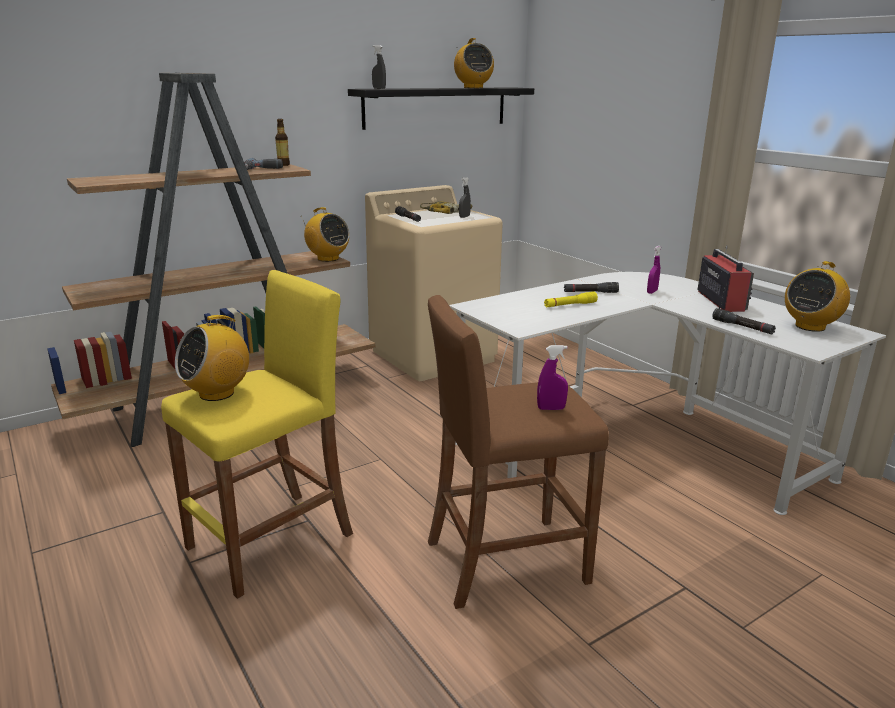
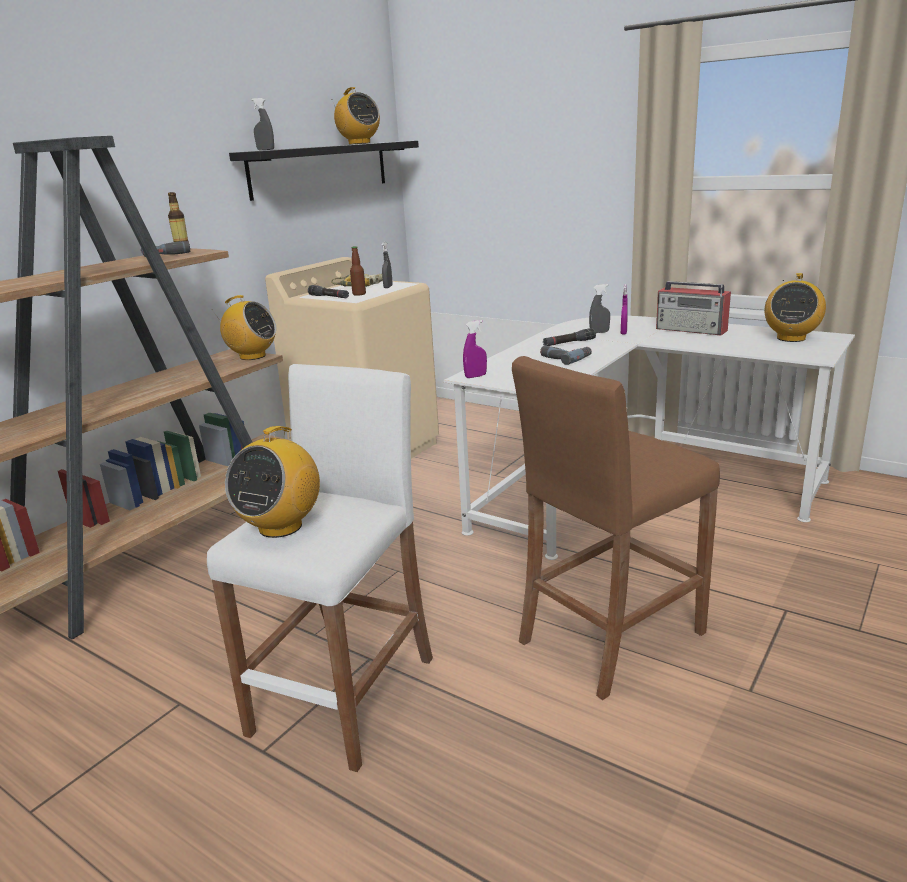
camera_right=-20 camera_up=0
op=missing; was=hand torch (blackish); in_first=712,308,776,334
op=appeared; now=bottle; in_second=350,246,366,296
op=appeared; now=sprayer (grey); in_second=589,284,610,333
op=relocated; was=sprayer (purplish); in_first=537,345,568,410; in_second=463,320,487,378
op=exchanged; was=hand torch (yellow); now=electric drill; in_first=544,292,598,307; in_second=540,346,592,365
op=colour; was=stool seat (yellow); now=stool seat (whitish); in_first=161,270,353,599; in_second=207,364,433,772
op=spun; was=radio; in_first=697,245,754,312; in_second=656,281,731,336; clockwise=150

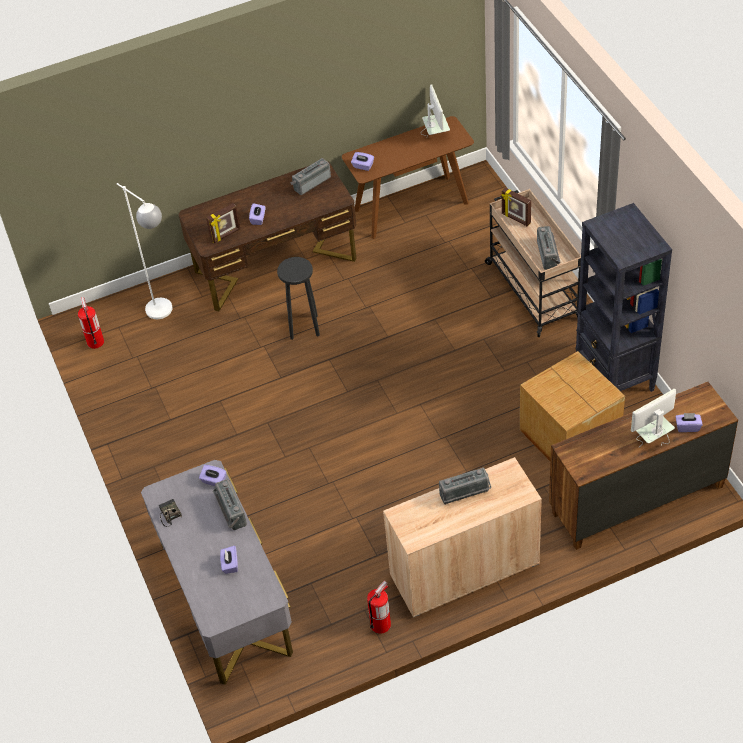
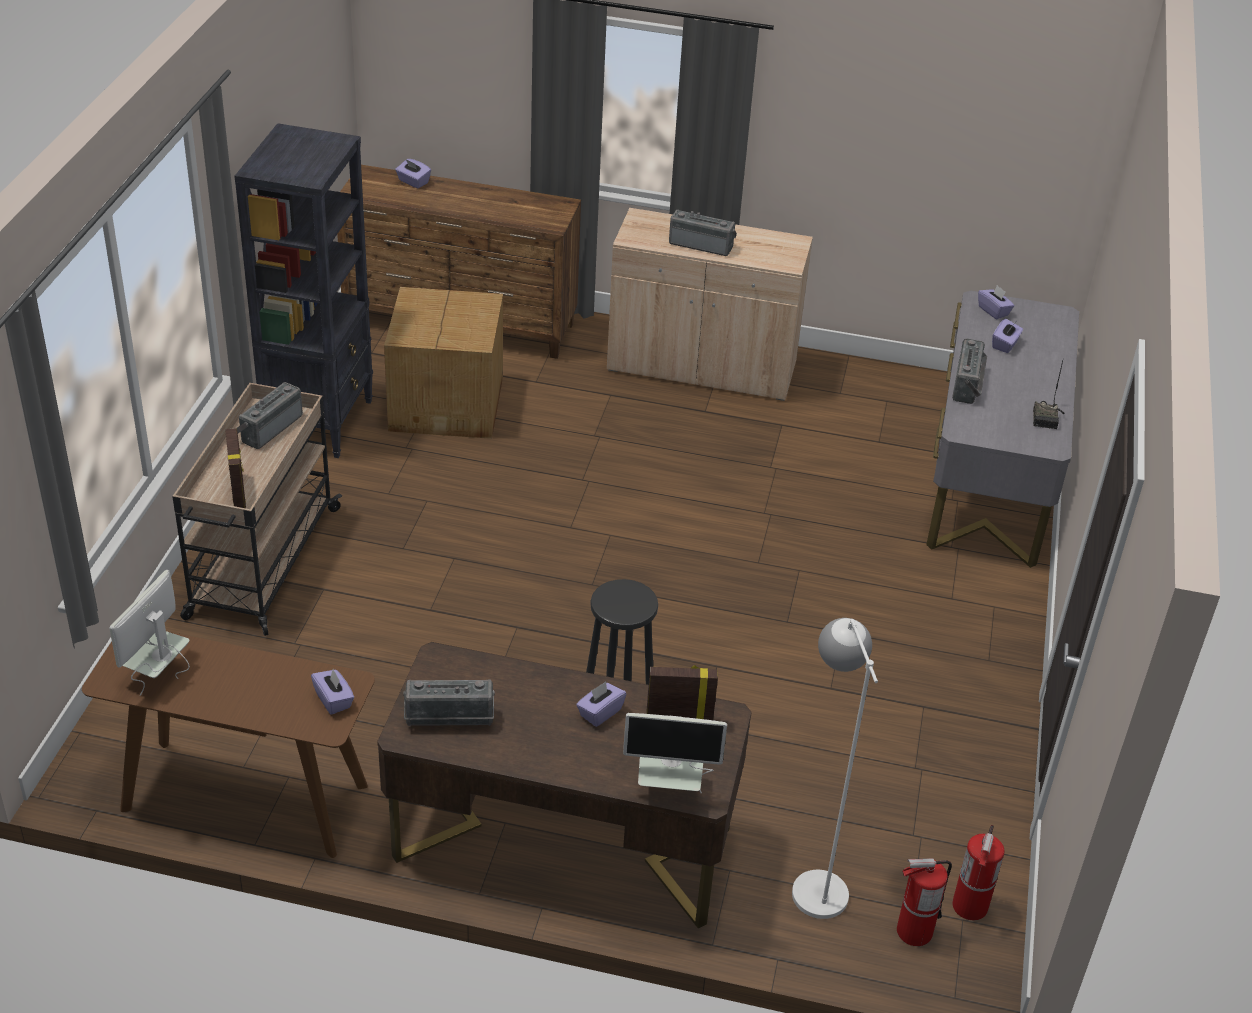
camera_right=-150 camera_up=-10
op=relocated; was=tissue holder (purplish); in_first=199,465,227,486; in_second=978,285,1015,319
op=relocated; was=fire extinguisher; in_first=367,581,391,634; in_second=897,858,952,946
op=relocated; was=computer screen; in_first=631,389,676,447; in_second=623,713,727,793

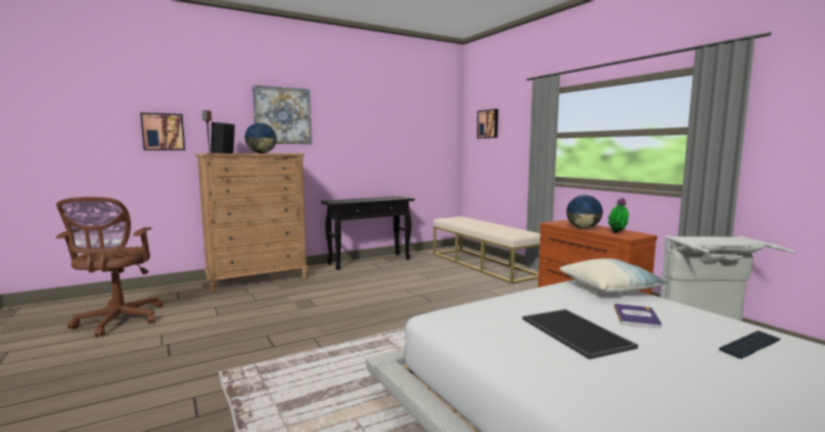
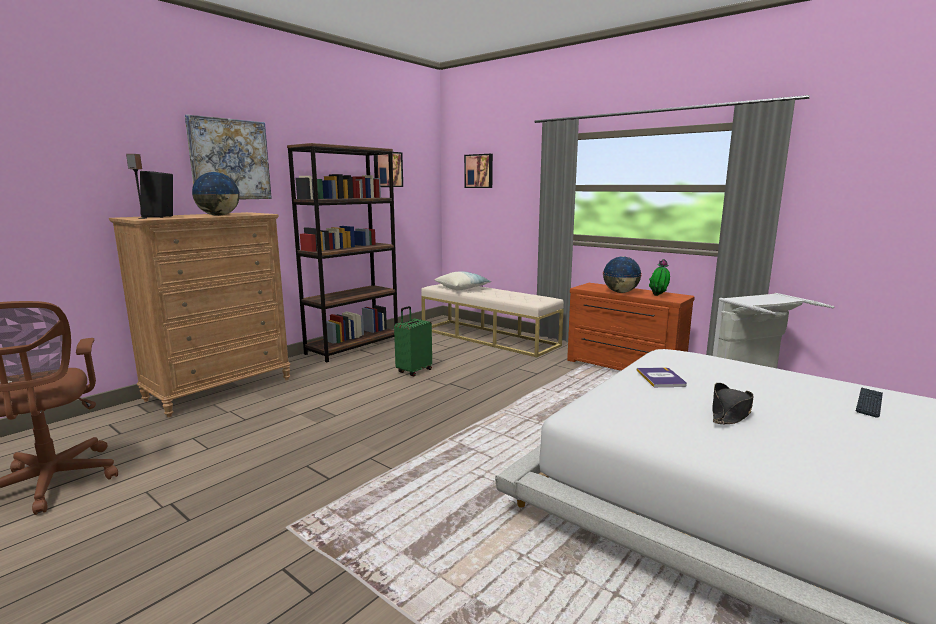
camera_right=-20 camera_up=5
op=appeared; now=piece of luggage (green); in_second=394,306,432,376
op=relocated; was=picture; in_first=140,113,185,150; in_second=374,152,403,187
op=relocated; was=throw pillow; in_first=559,258,669,294; in_second=435,271,491,290
op=relocated; was=book; in_first=614,304,662,328; in_second=637,367,687,387
op=exchanged; was=hall table (blackish); now=shelving unit (brown); in_first=321,196,414,270; in_second=287,143,398,362
op=exchanged; was=serving tray; now=clothing hat (blackish); in_first=522,309,638,359; in_second=712,383,753,424

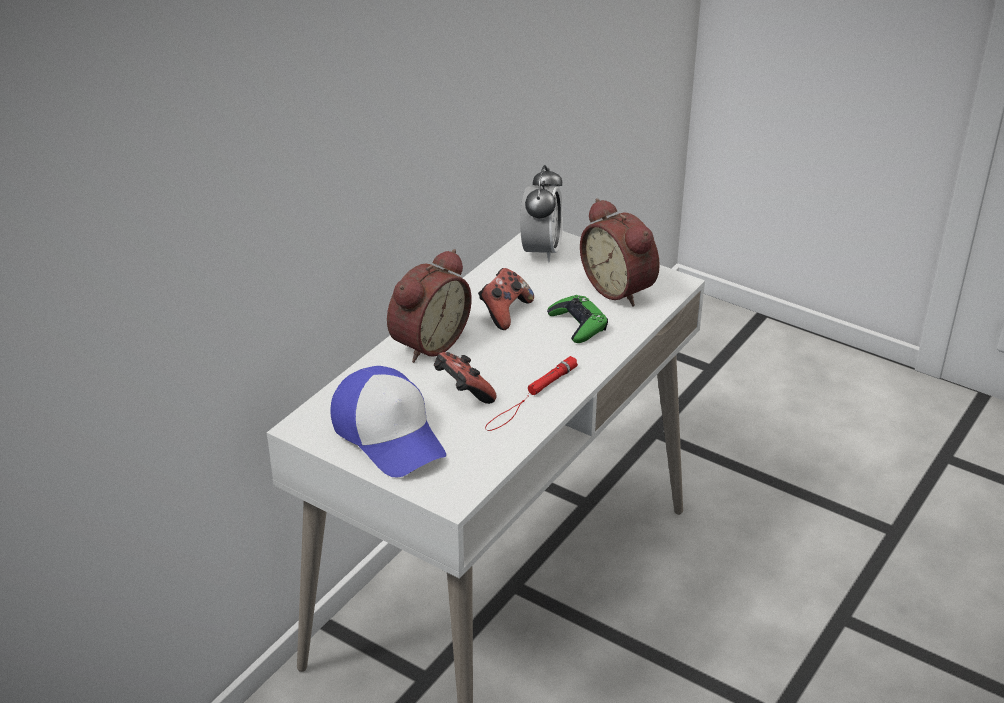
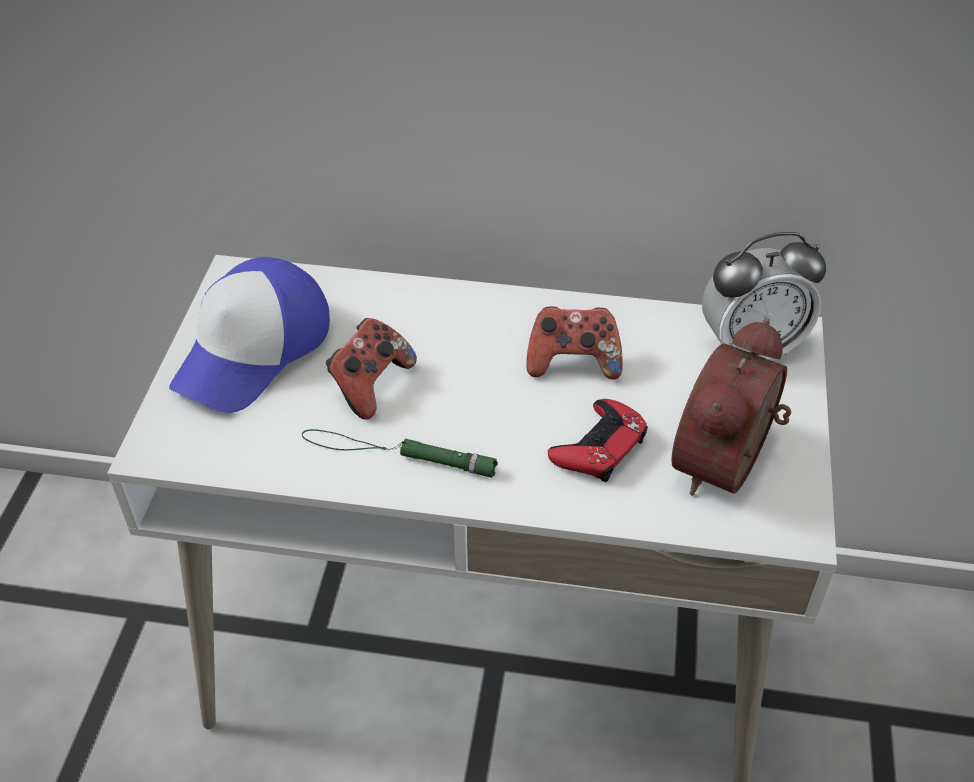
camera_right=65 camera_up=10
op=missing; was=alarm clock; in_first=387,249,472,363
op=colour; was=hand torch (red-coloured); now=hand torch (green); in_first=485,356,578,431; in_second=302,429,498,478
op=colour; was=gamepad (green); now=gamepad (red-coloured); in_first=547,295,608,343; in_second=548,399,648,482

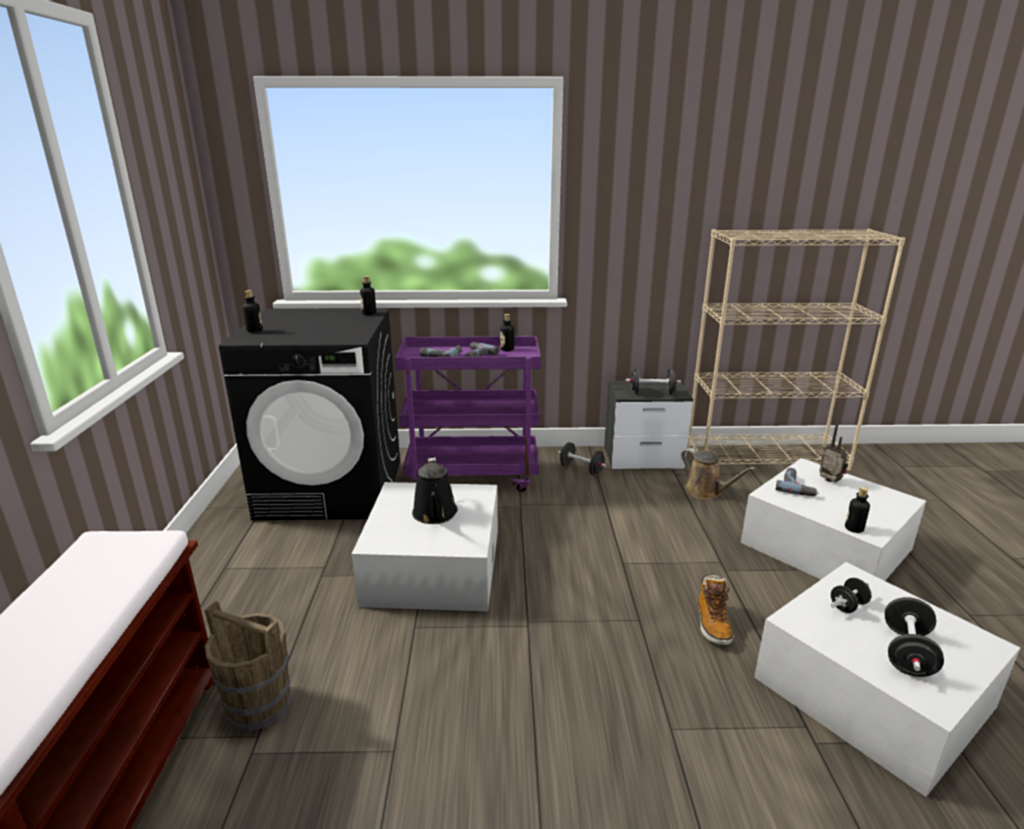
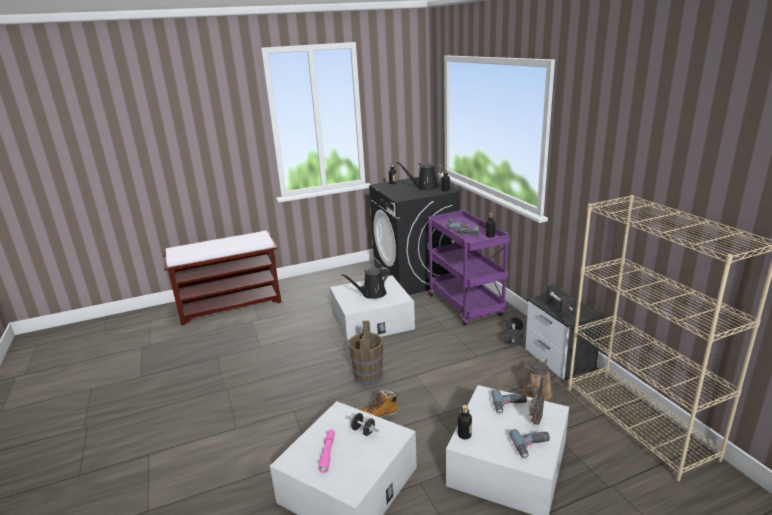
camera_right=70 camera_up=0
op=appeared; now=watering can (blackish); in_second=396,161,443,190
op=appeared; now=electric drill; in_second=509,429,550,459
op=relocated; was=bucket (brown); in_first=204,601,291,731; in_second=348,321,383,385
op=exchanged; was=dumbbell (blackish); now=hand torch (pink); in_first=885,597,944,677; in_second=318,429,335,473

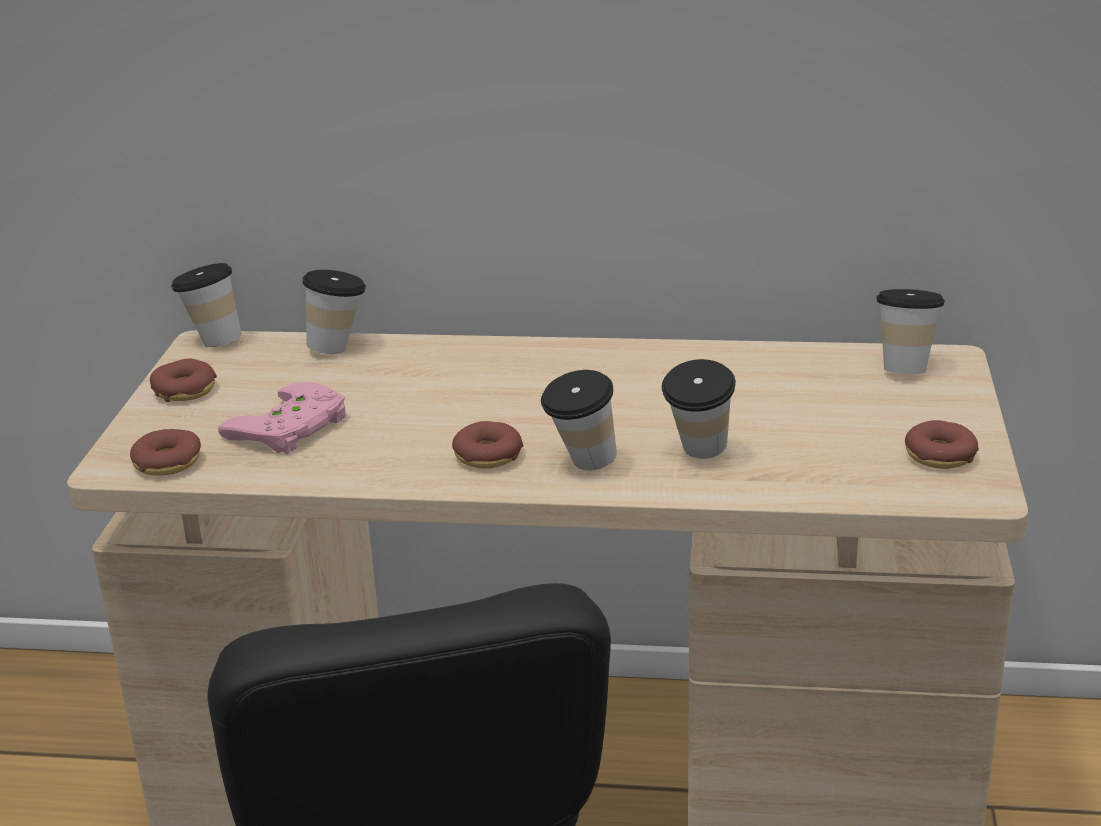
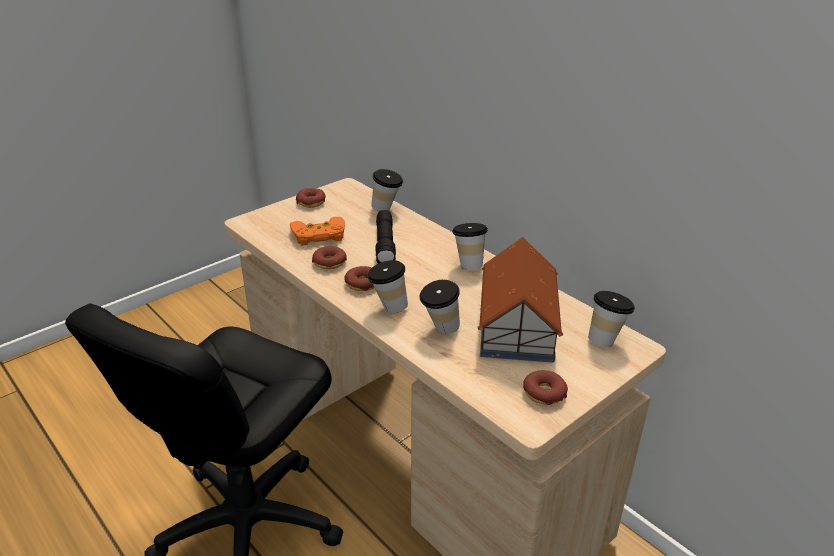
camera_right=40 camera_up=5
op=appeared; now=hand torch (blackish); in_second=376,210,396,263
op=appeared; now=miniature house; in_second=478,237,563,363
op=relocated; was=doughnut; in_first=130,429,201,476; in_second=312,246,347,269
op=relocated; was=small cup; in_first=171,263,242,347; in_second=452,223,488,270
op=colour; was=gamepad (pink); now=gamepad (orange); in_first=218,382,346,454; in_second=290,217,345,246

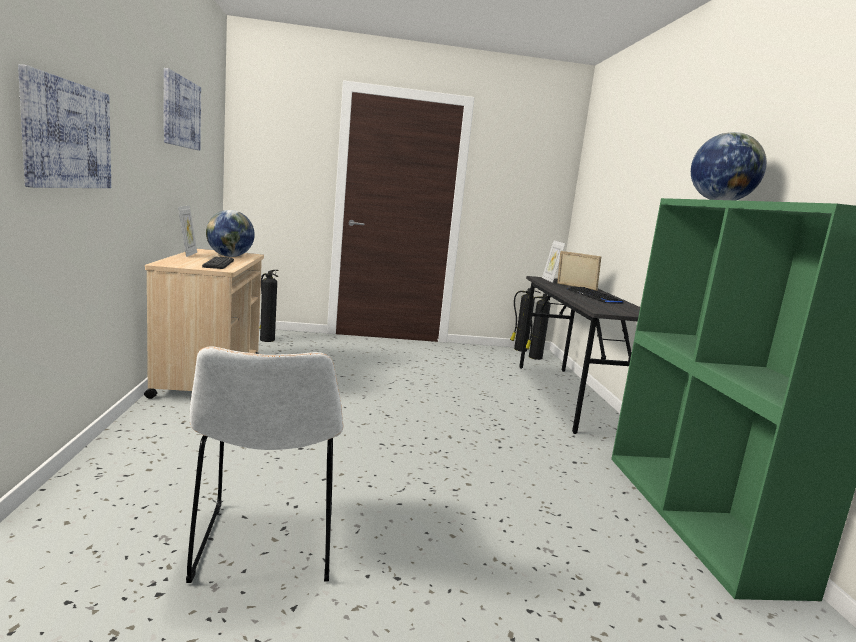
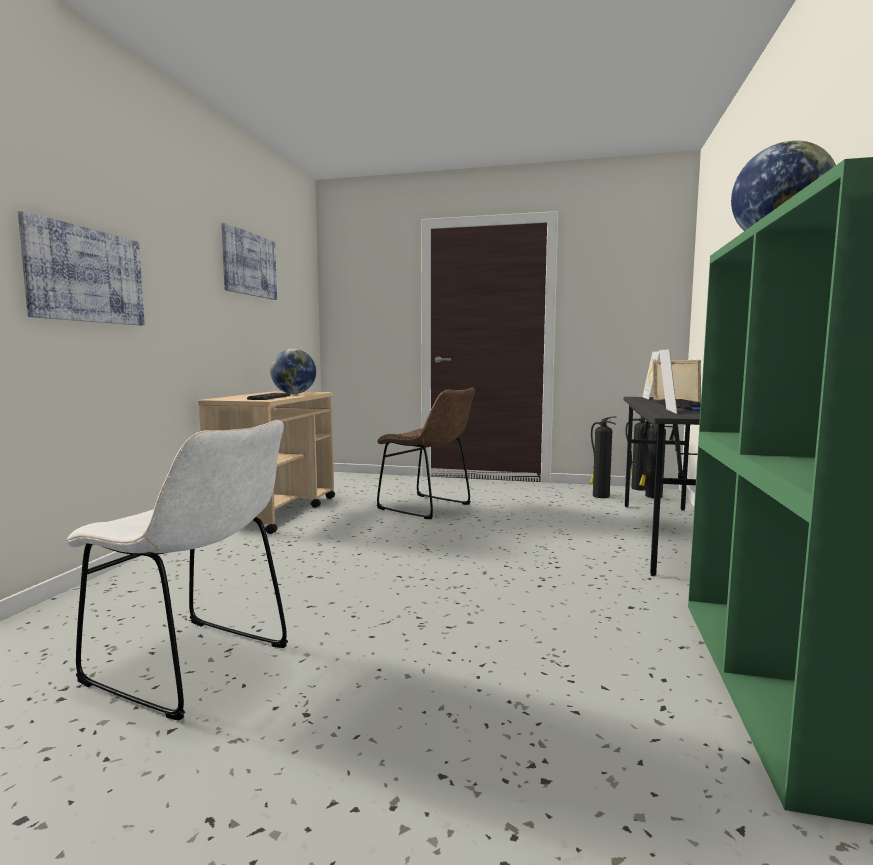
camera_right=20 camera_up=-5
op=appeared; now=chair (brown); in_second=377,388,475,519
op=relocated; was=picture frame; in_first=178,206,197,257; in_second=659,349,677,414
op=relocated; was=fire extinguisher; in_first=259,270,279,342; in_second=590,416,616,498
op=spun; was=chair (whitish); in_first=186,346,344,583; in_second=66,420,288,721; clockwise=-75

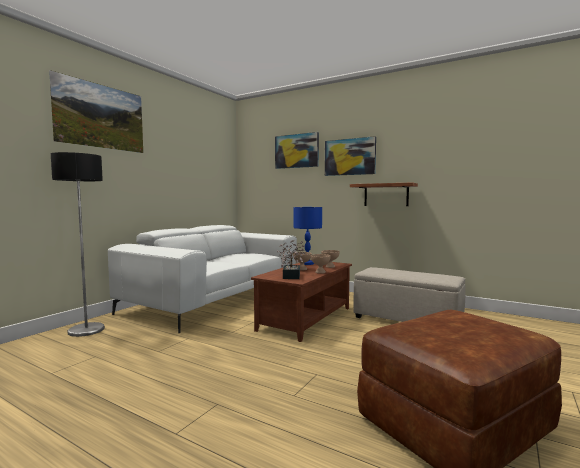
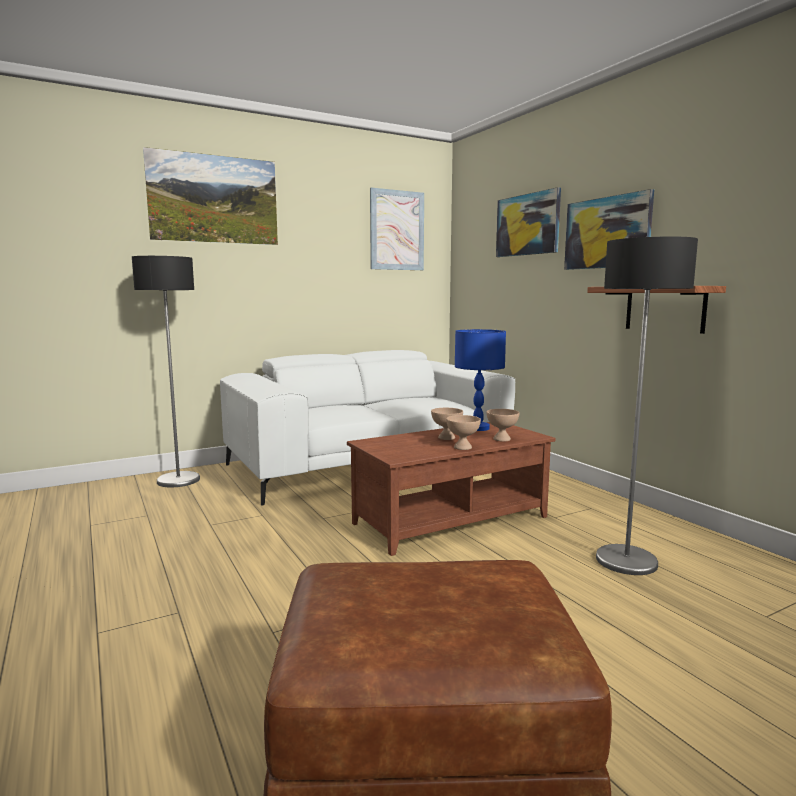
camera_right=30 camera_up=5
op=missing; was=plant in a pot; in_first=277,240,305,279
op=appeared; now=picture; in_second=370,188,424,270
op=exchanged; was=ottoman (sand-coloured); now=standard lamp; in_first=354,267,466,322; in_second=596,236,698,575

